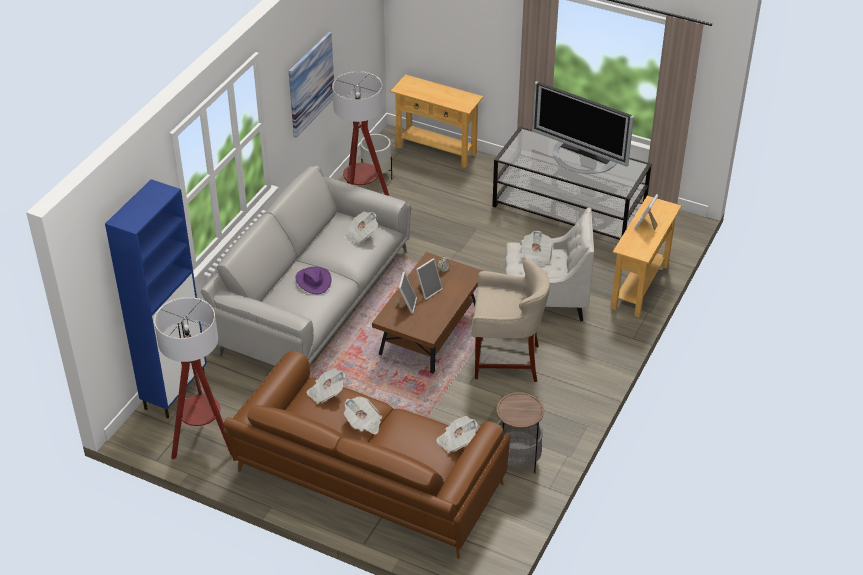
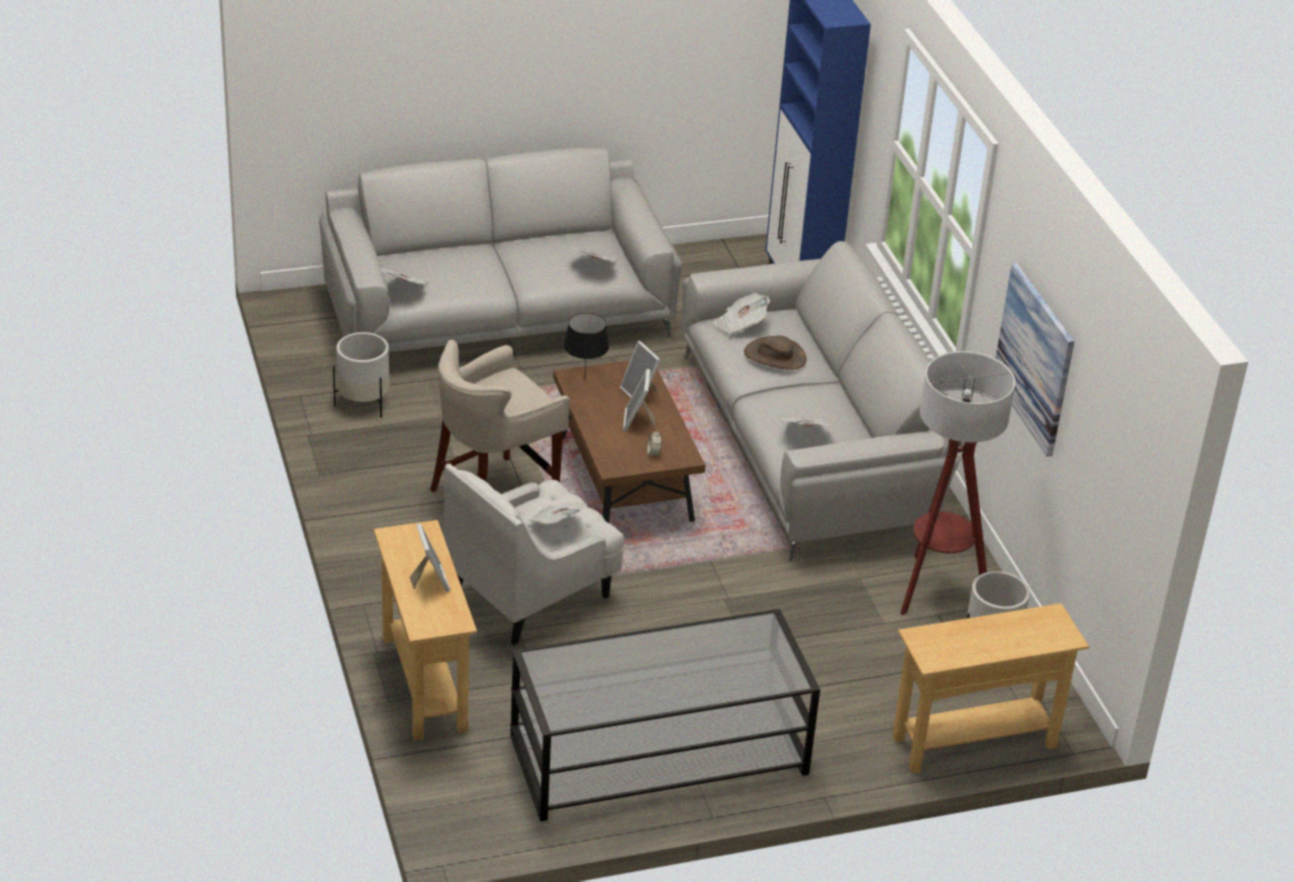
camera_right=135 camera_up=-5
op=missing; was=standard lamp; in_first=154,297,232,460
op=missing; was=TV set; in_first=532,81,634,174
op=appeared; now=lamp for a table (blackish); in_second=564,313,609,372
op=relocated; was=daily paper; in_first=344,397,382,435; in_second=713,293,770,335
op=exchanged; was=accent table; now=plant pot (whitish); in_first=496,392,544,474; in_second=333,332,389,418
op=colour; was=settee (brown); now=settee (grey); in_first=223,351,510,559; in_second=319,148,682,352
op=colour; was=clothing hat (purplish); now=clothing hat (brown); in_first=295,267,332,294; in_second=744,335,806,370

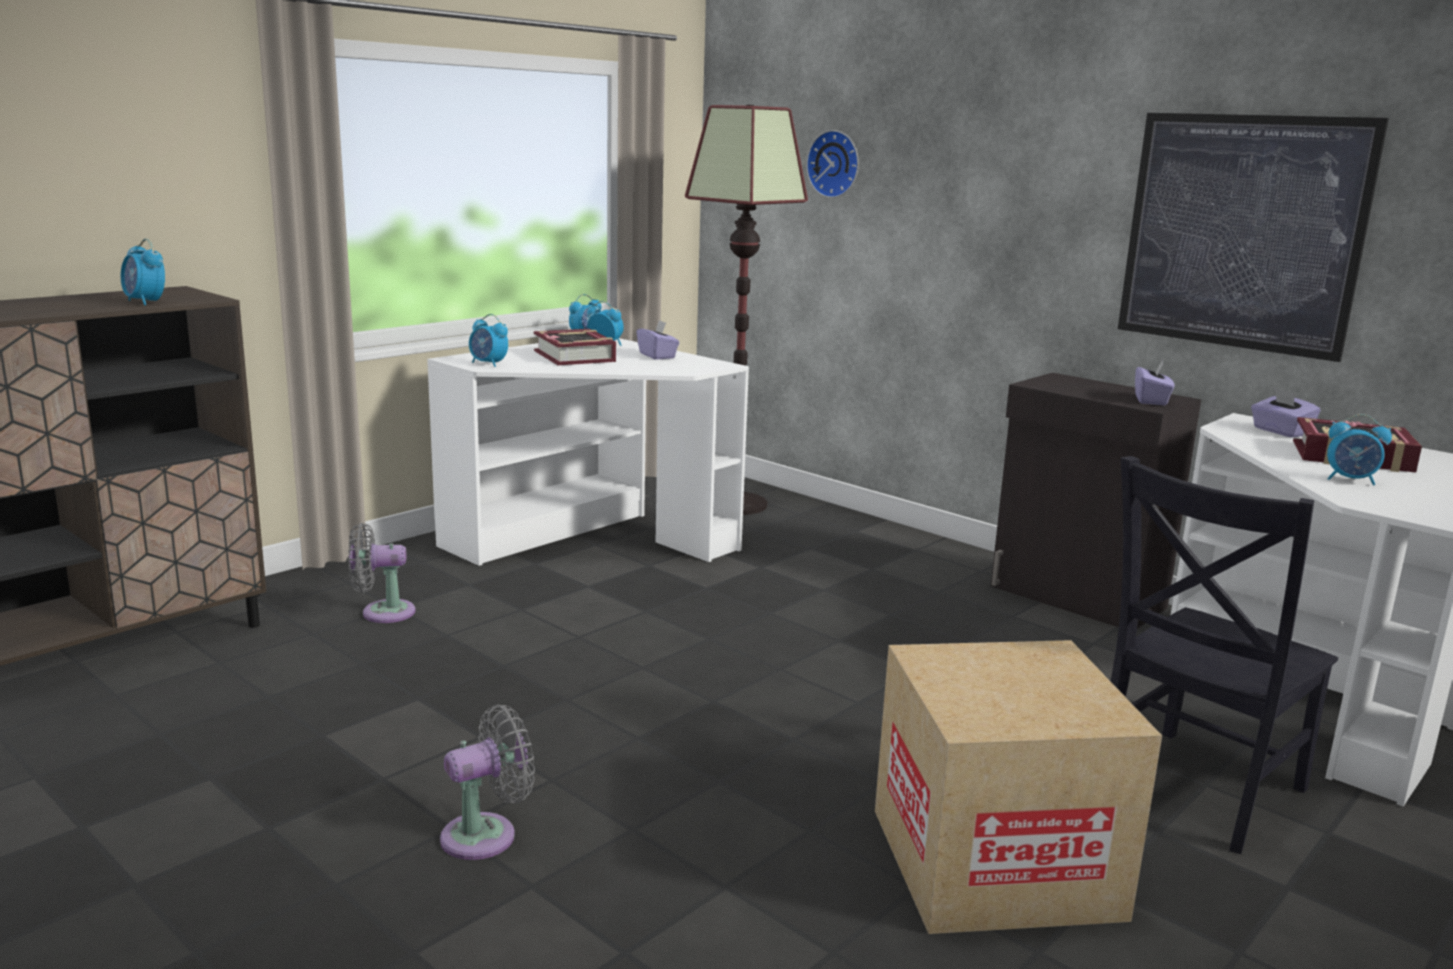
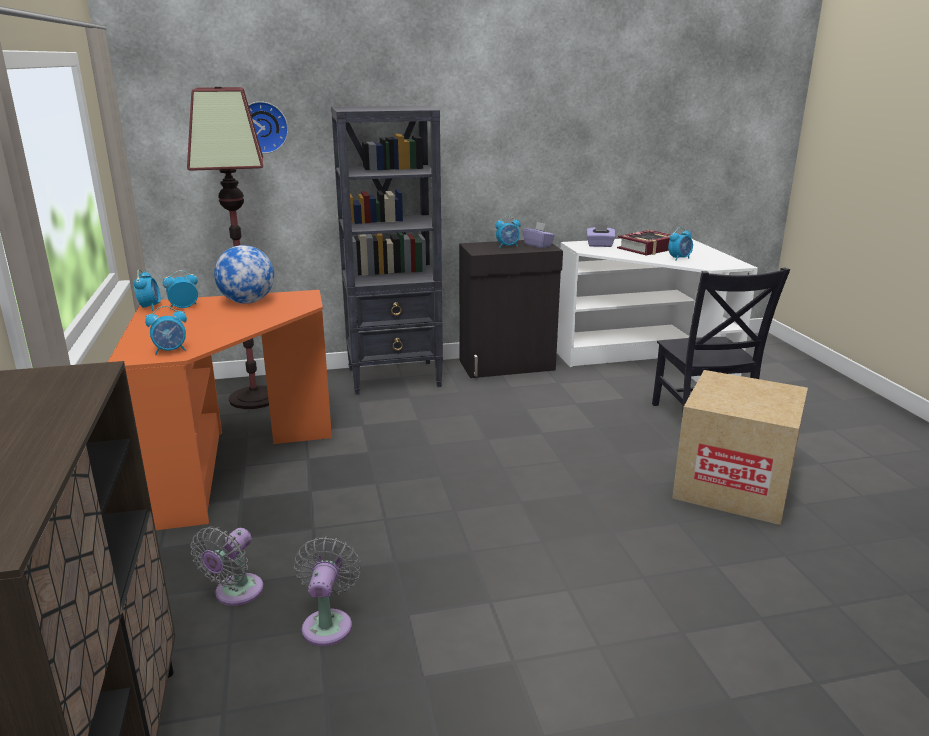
camera_right=-55 camera_up=5
op=missing; was=book; in_first=534,329,616,365
op=missing; was=picture; in_first=1118,113,1389,362
op=appeared; now=shelving unit (blackish); in_second=331,106,443,395
op=relocated; was=alarm clock; in_first=121,238,165,306; in_second=496,216,521,248
op=relocated; was=cooling fan (grey); in_first=440,704,535,860; in_second=294,537,361,646
op=exchanged; was=tissue holder (purplish); now=world globe; in_first=637,320,680,360; in_second=214,245,274,304
op=colour; was=desk unit (whitish); now=desk unit (orange); in_first=427,338,749,566; in_second=108,290,332,530

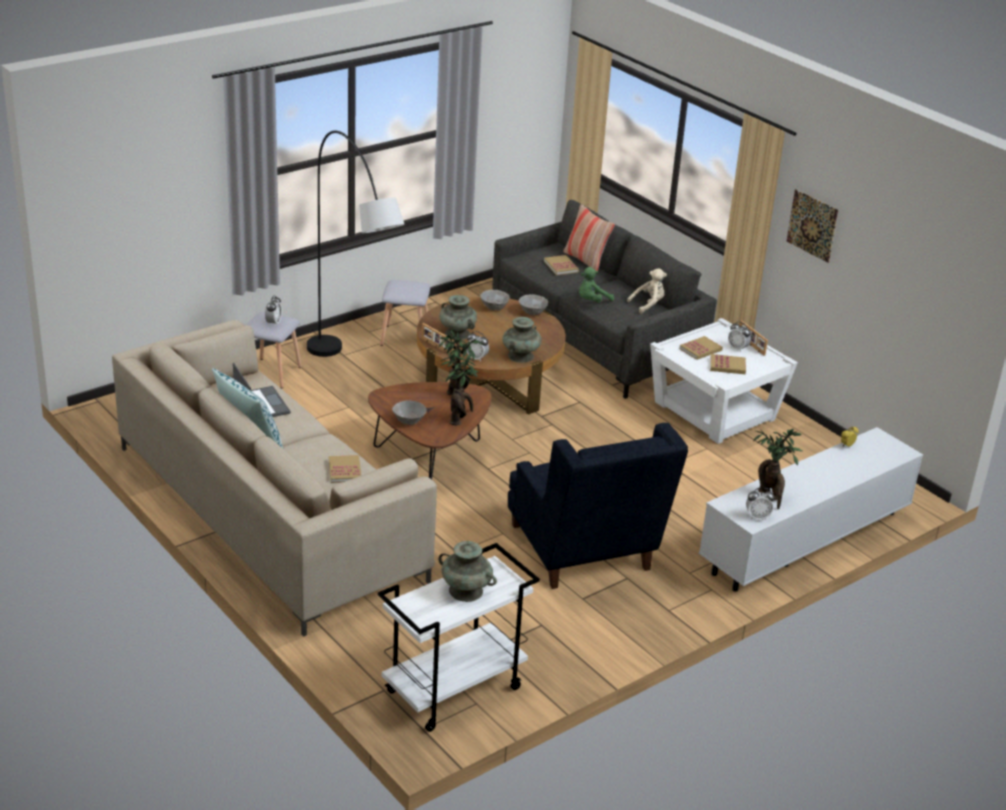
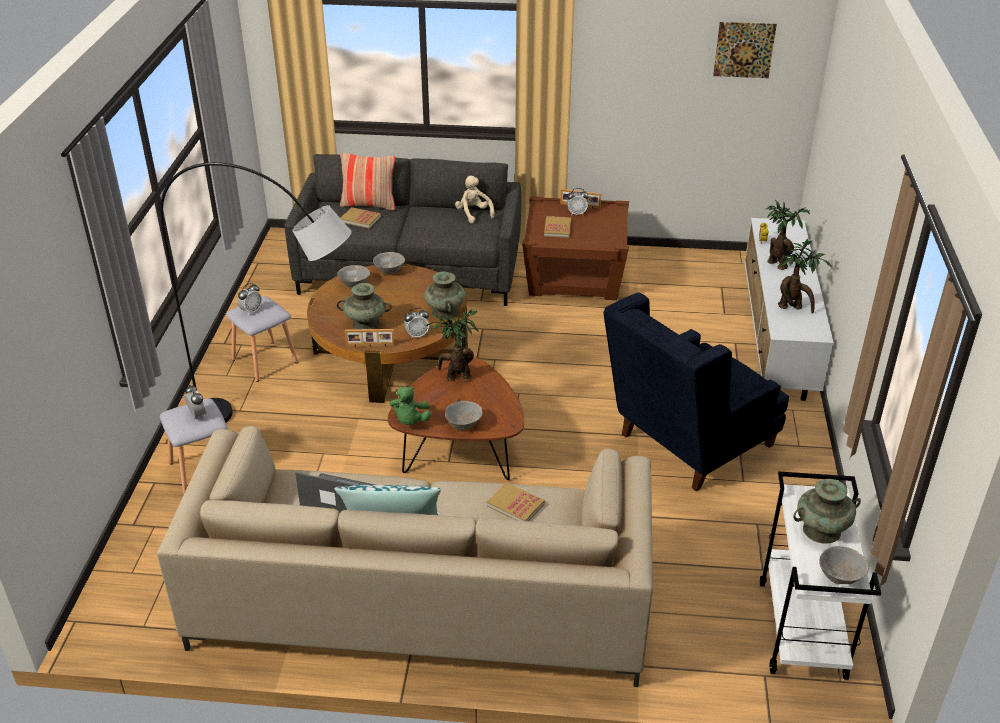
camera_right=-45 camera_up=5
op=missing; was=book; in_first=710,354,746,374
op=appeared; now=serving bowl (grey); in_second=819,546,869,584
op=relocated; was=plant in a pot; in_first=440,352,478,425; in_second=766,200,810,270
op=relocated; was=cuddly toy (green); in_first=579,267,614,302; in_second=390,386,431,425
op=relocated; was=alarm clock; in_first=746,488,775,520; in_second=237,283,262,315
op=relocated; was=picture; in_first=787,189,838,263; in_second=713,22,777,78
op=colour; was=accent table (whitish); now=accent table (brown); in_first=650,318,798,444; in_second=522,197,629,300
op=spun; was=lounge chair (bluish); in_first=508,423,688,589; in_second=604,292,789,491; clockwise=120
op=spun; was=cuddly toy (sand-coloured); in_first=627,268,667,314; in_second=455,176,495,223; clockwise=-45

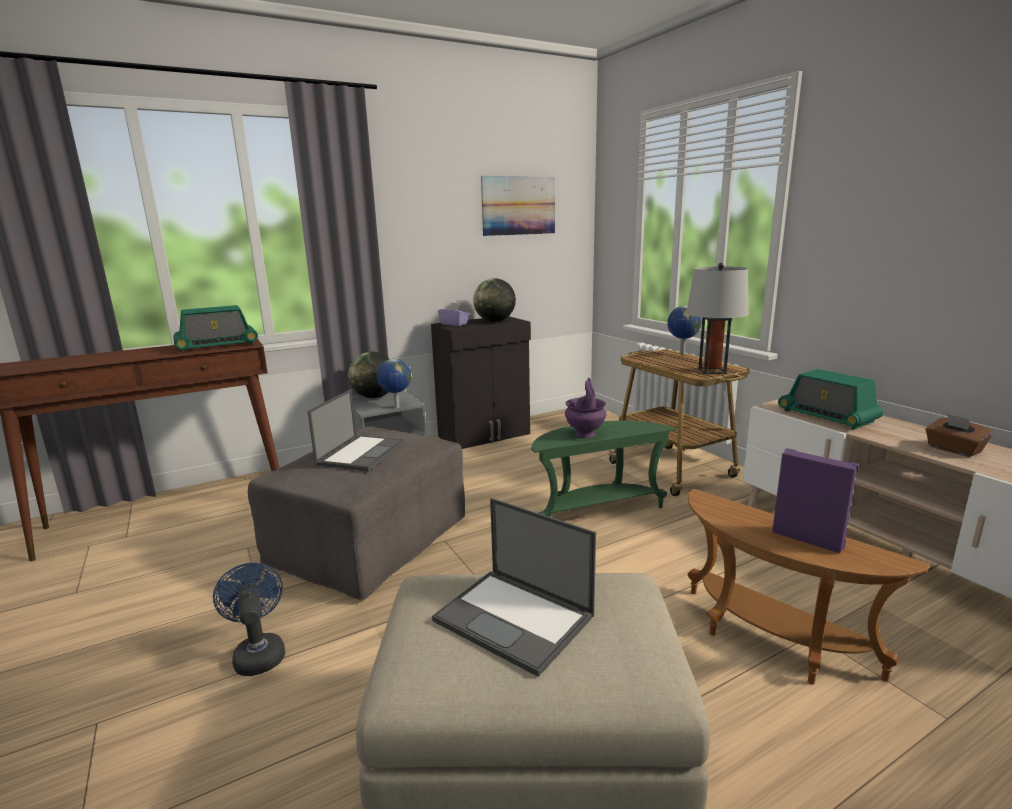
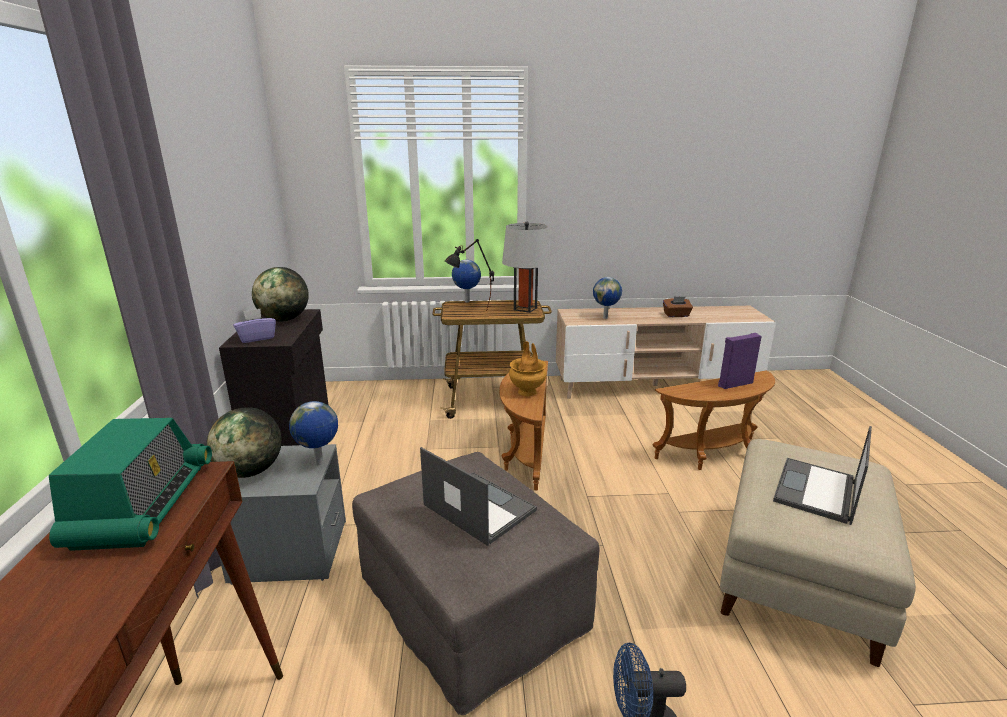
camera_right=-65 camera_up=5
op=missing; was=picture; in_first=481,176,555,236
op=appeared; now=lamp for a table (blackish); in_second=445,239,494,312
op=exchanged; was=radio; now=world globe; in_first=778,369,884,430; in_second=593,277,622,319
op=colour; was=accent table (green); now=accent table (brown); in_first=531,421,676,517; in_second=499,361,548,491
op=colour; was=flower vase (purplish); now=flower vase (brown); in_first=565,378,607,438; in_second=509,341,547,396
op=spun; was=notebook computer; in_first=432,498,596,677; in_second=773,426,872,525; clockwise=150

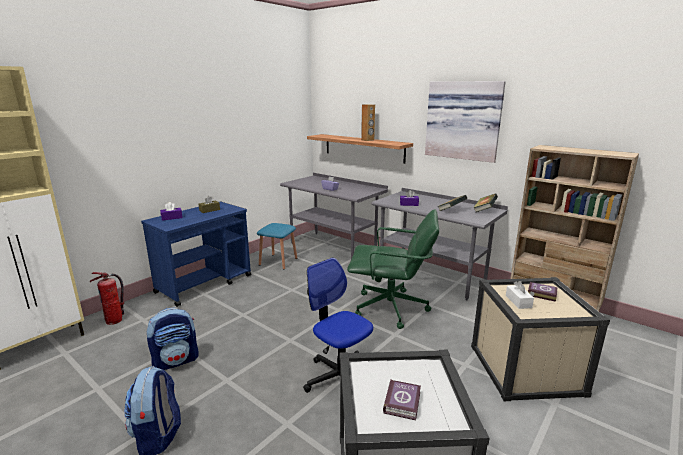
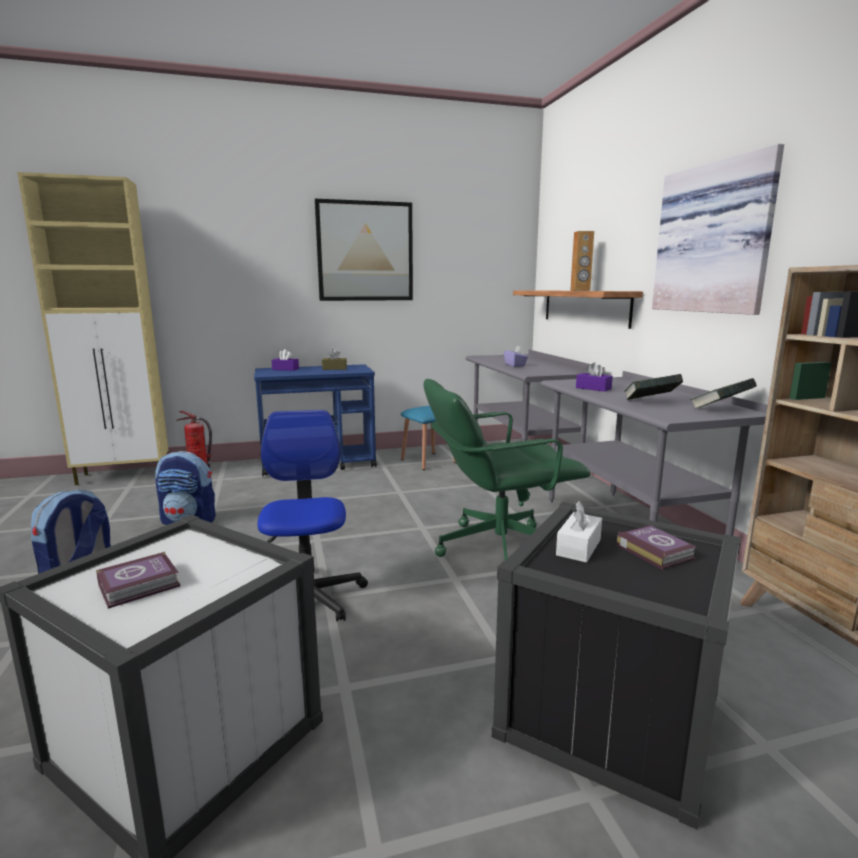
camera_right=35 camera_up=-5
op=appeared; now=picture; in_second=315,199,413,301
op=colour; was=storage container (sand-coloured); now=storage container (blackish); in_first=471,277,610,401; in_second=492,502,741,830
op=spun; was=desk chair (green); in_first=347,209,439,329; in_second=423,379,591,561; clockwise=120

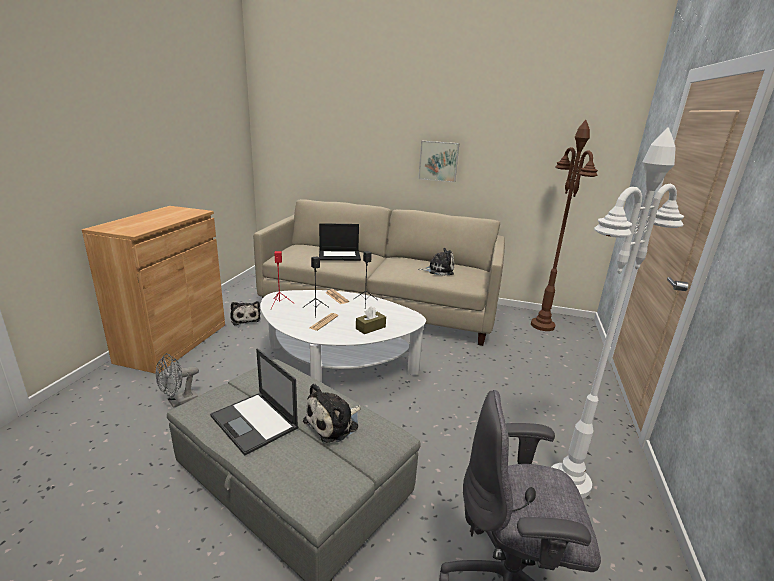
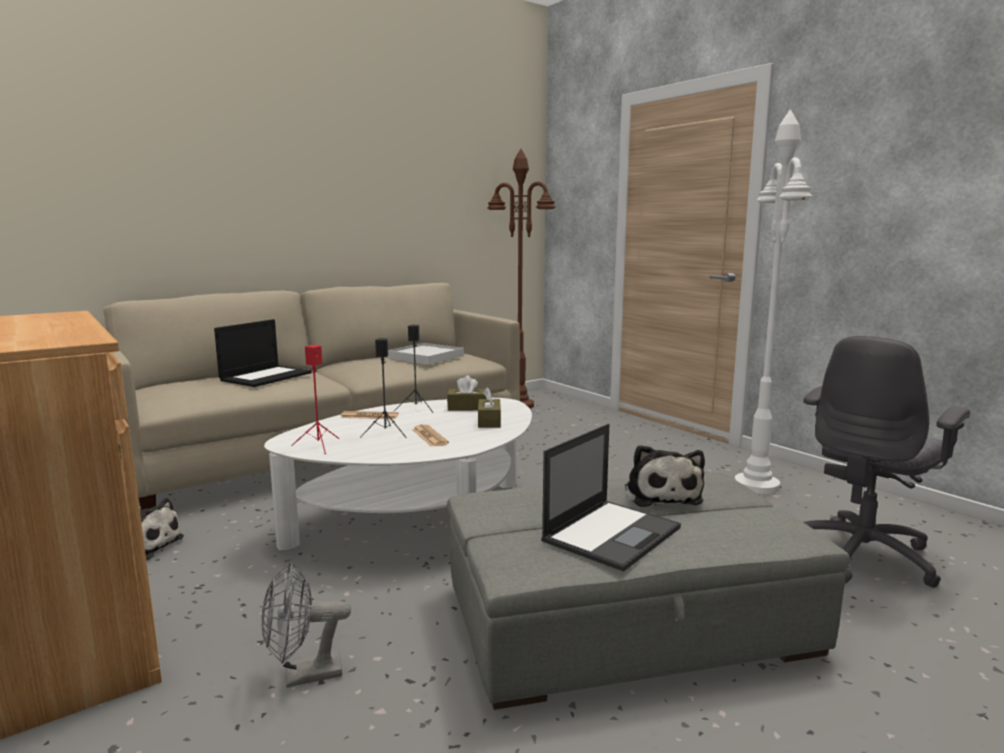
camera_right=-50 camera_up=-10
op=missing; was=picture; in_first=418,141,460,182
op=appeared; now=tissue holder (brown); in_second=447,375,487,411
op=exchanged; was=cuddly toy; now=serving tray (whitish); in_first=418,248,454,276; in_second=388,343,464,365
op=spun; was=cooling fan (grey); in_first=156,353,199,408; in_second=262,562,351,688; clockwise=75
op=spun; was=notebook computer; in_first=210,349,298,456; in_second=541,424,681,572; clockwise=-45

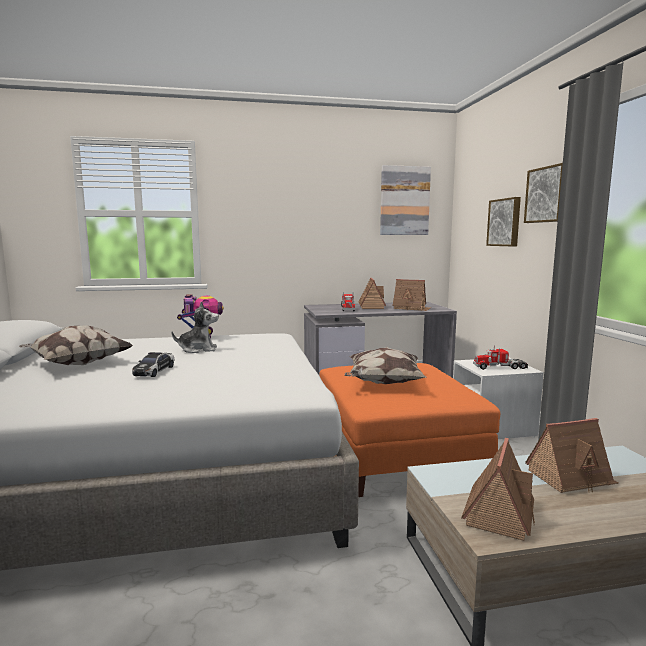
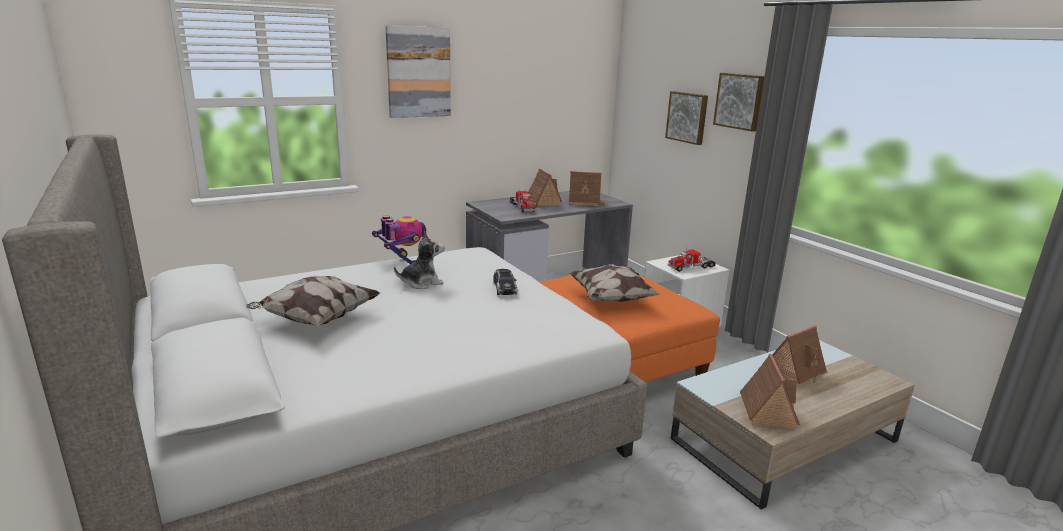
camera_right=-20 camera_up=10
op=relocated; was=model car; in_first=132,352,174,377; in_second=493,269,517,295
op=relocated; was=picture; in_first=380,165,431,235; in_second=385,25,451,118

